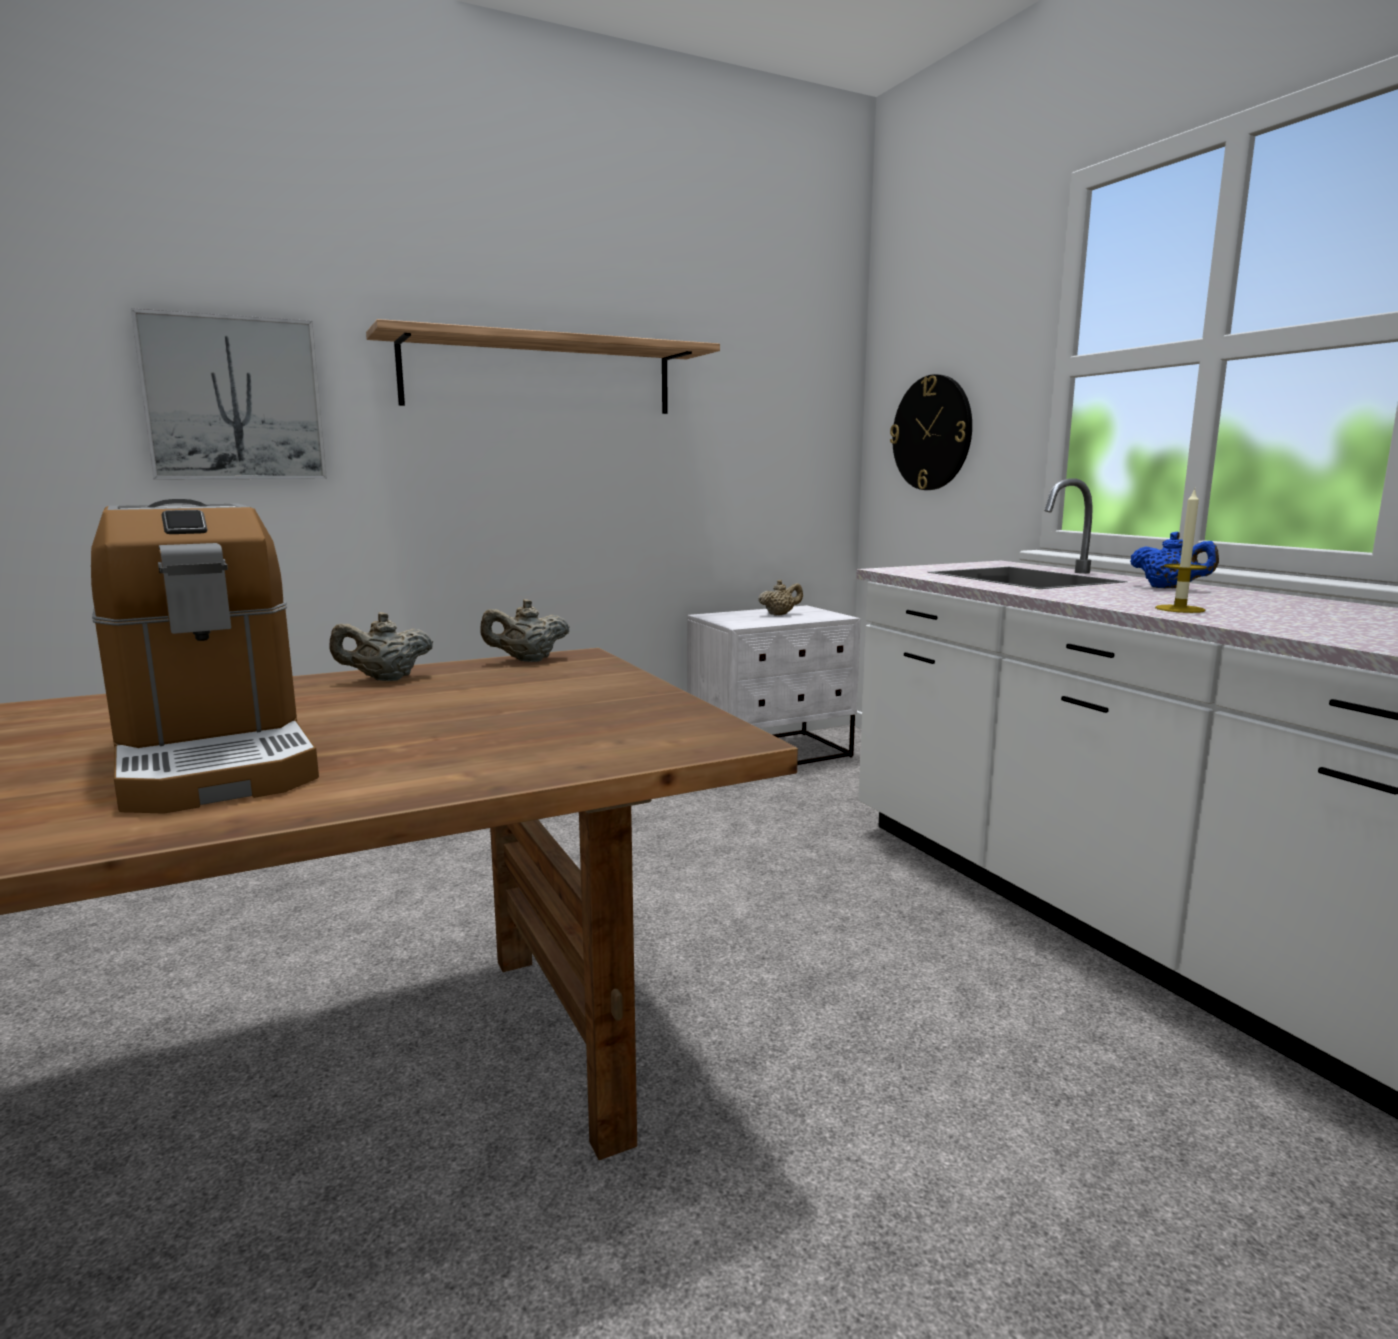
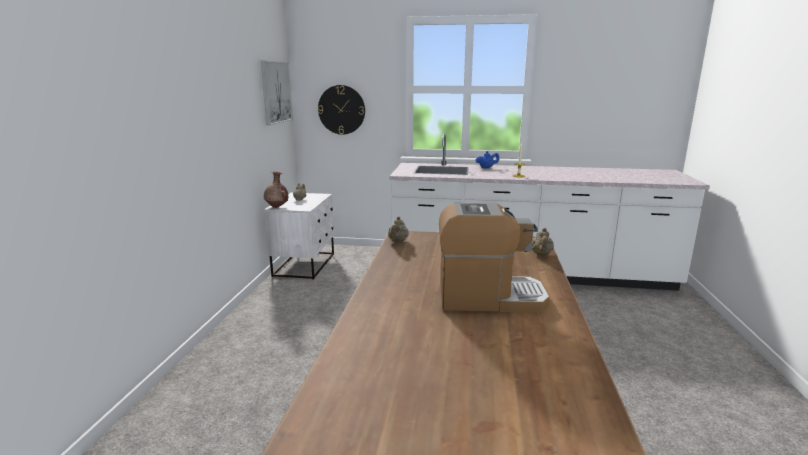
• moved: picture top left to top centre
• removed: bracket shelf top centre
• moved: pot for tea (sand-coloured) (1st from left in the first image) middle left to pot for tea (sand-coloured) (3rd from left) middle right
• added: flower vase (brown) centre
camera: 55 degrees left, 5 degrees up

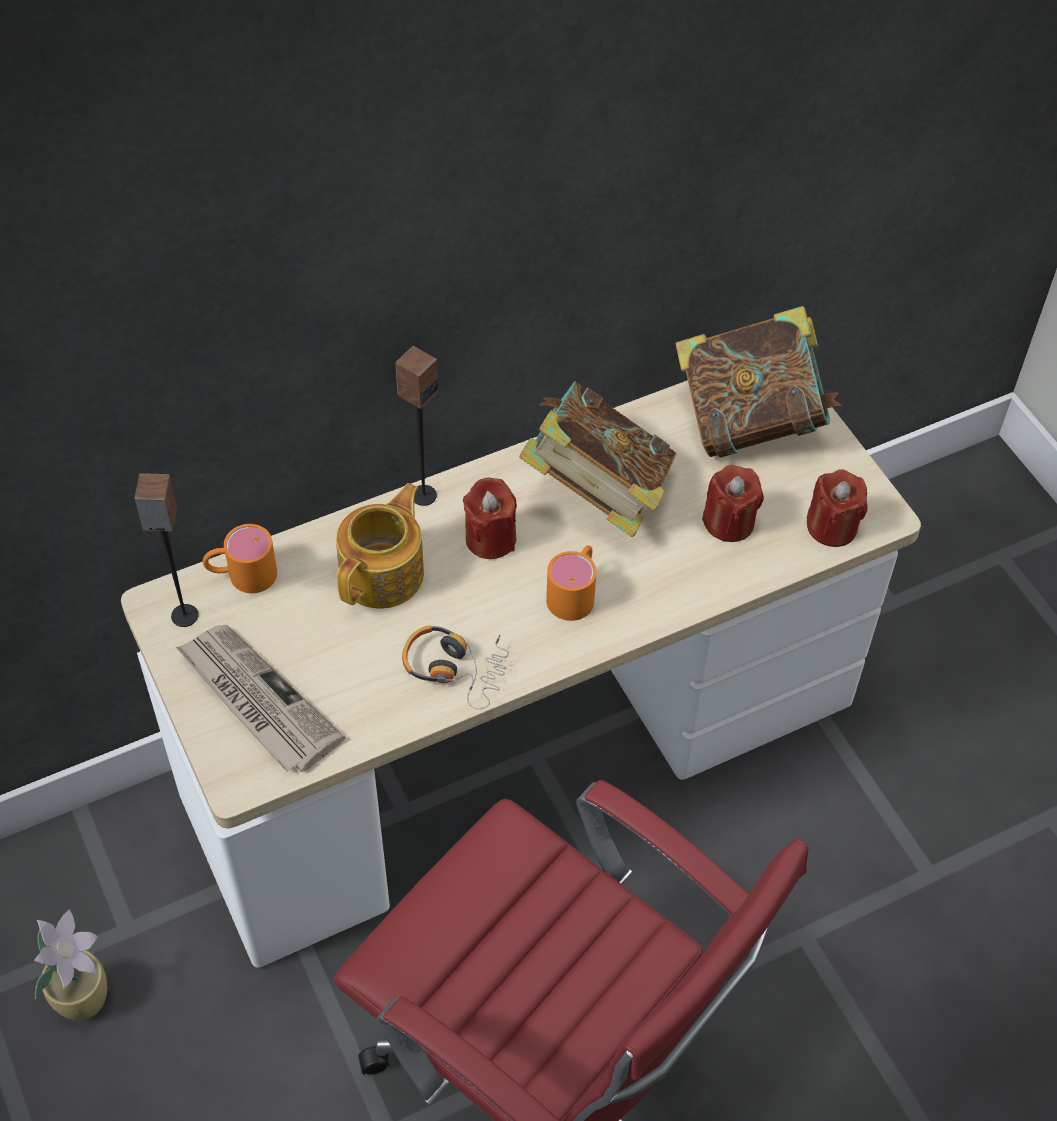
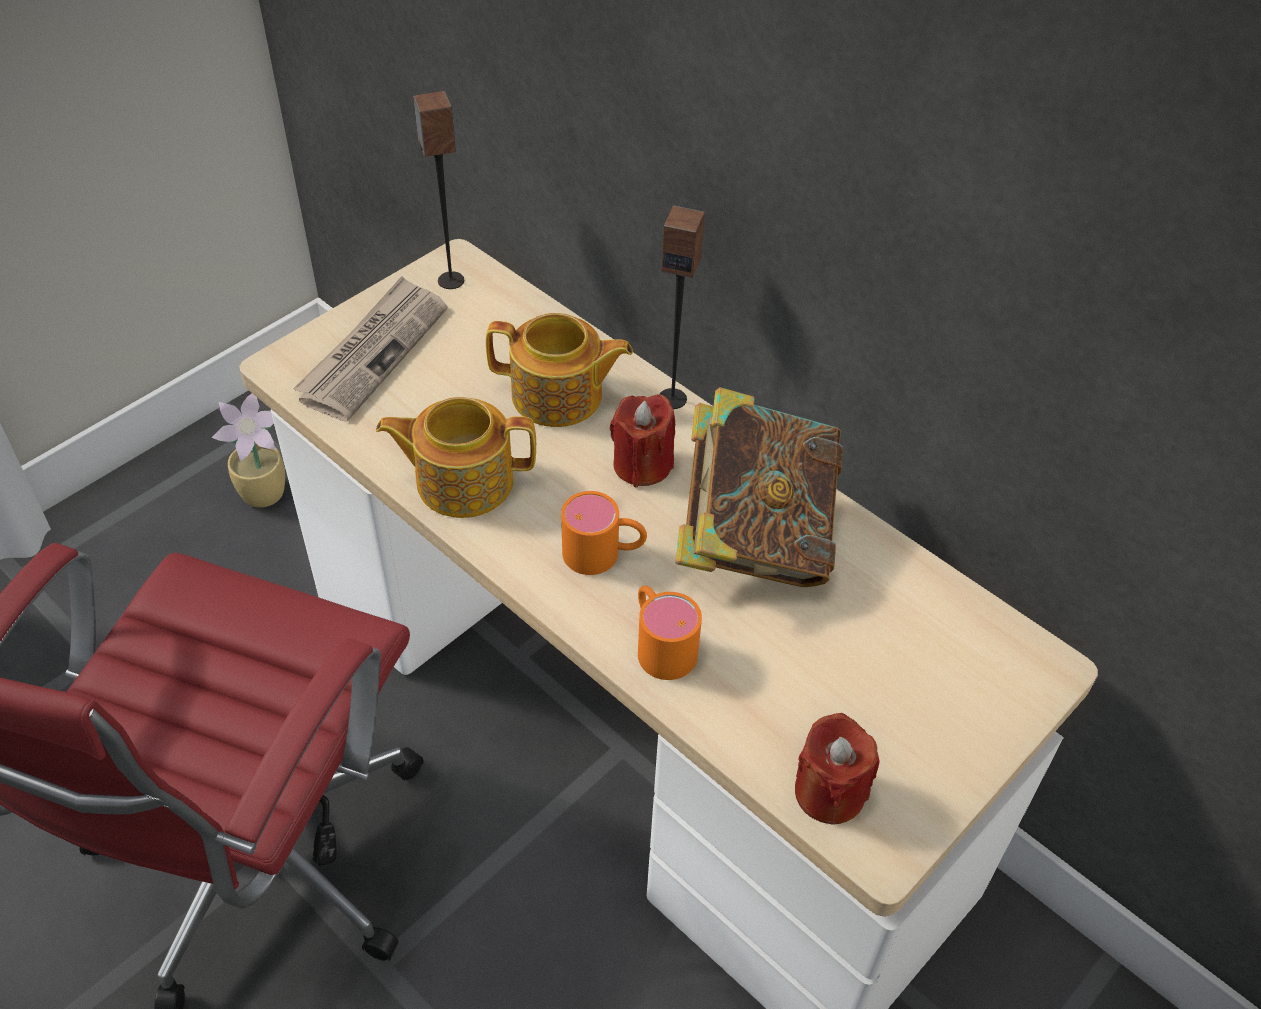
• removed: volume (2nd from left) middle right
• removed: candle (red) (2nd from left) middle right
• moved: mug (orange) (1st from left in the first image) middle left to mug (orange) (2nd from left) centre
• replaced: headphones centre to pot for tea (1st from left) centre
camera: 70 degrees right, 5 degrees down

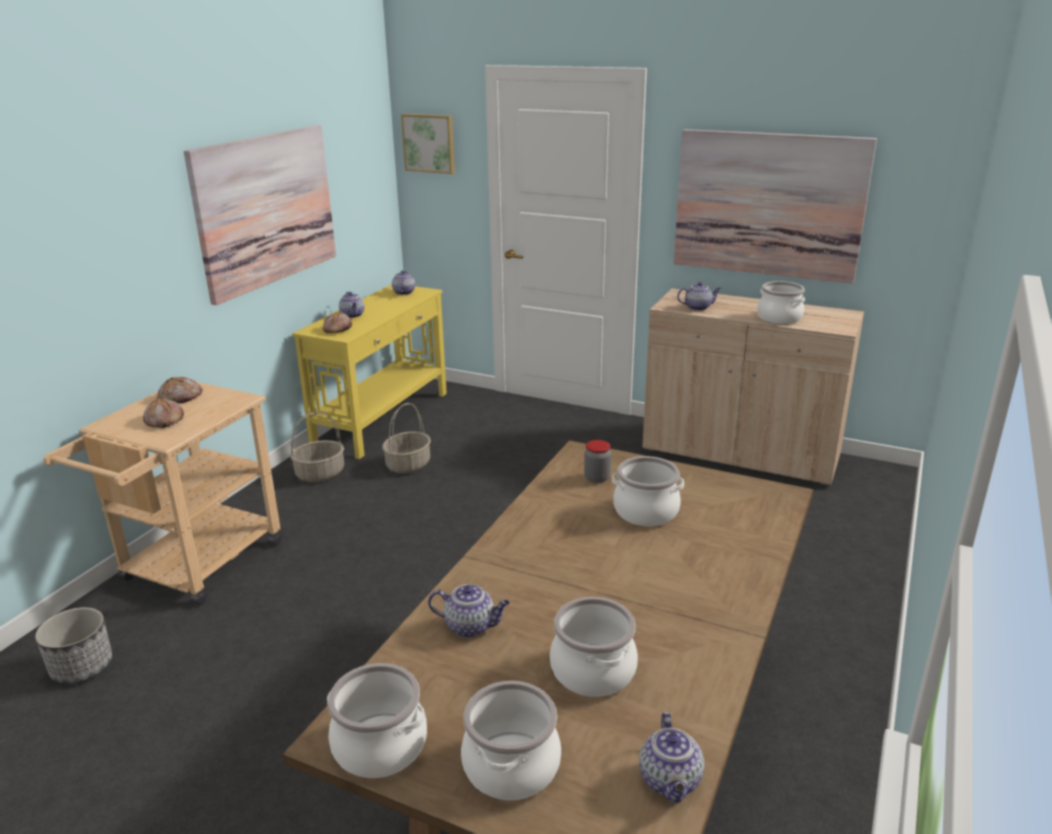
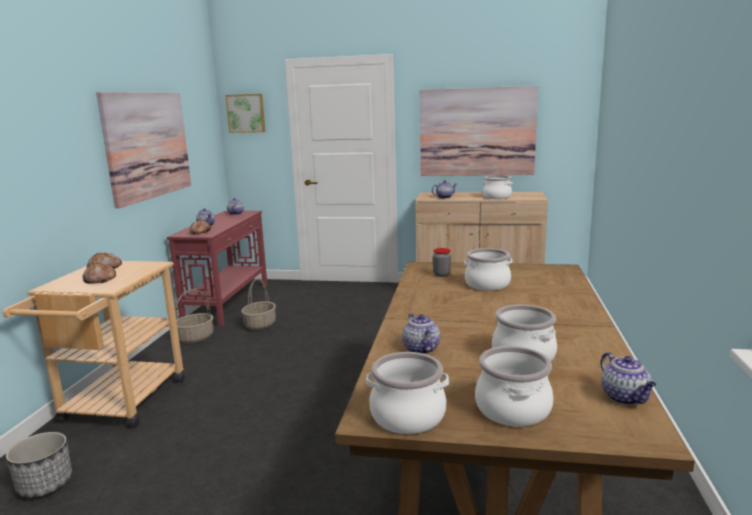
• recoloured: console table (yellow) centre to console table (red) middle left
• turned: pot for tea (3rd from left) bottom centre = centre 105 degrees counterclockwise
camera: 15 degrees left, 10 degrees down

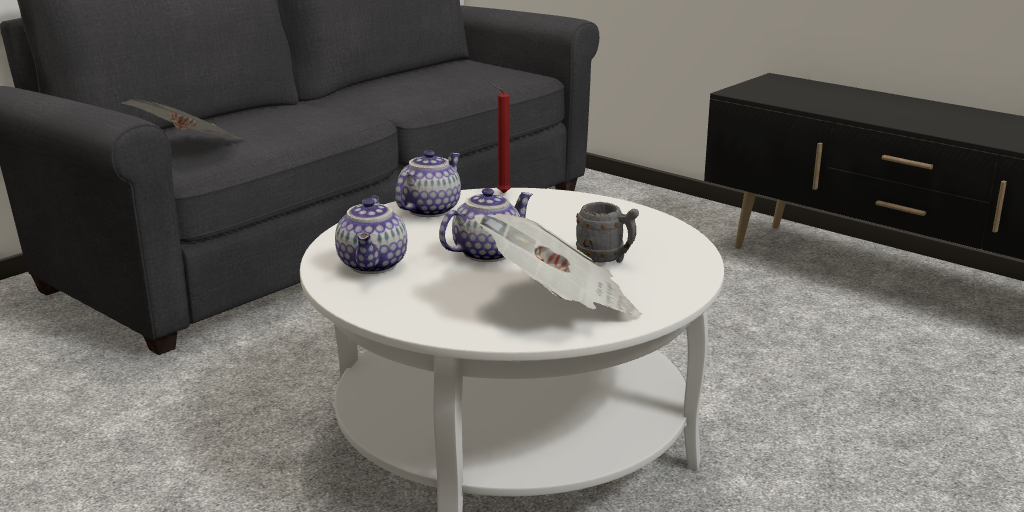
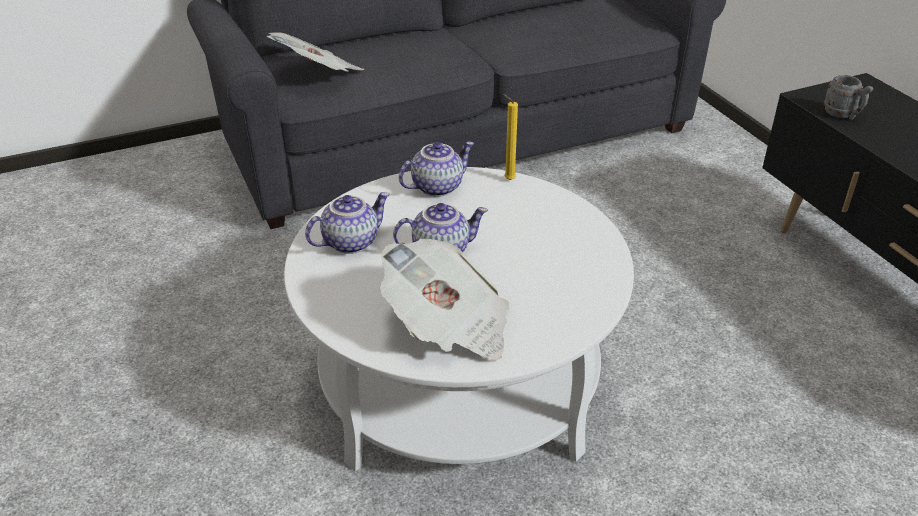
• recoloured: candle (red) top centre to candle (yellow) top centre
• turned: pot for tea (1st from left) centre = centre 150 degrees counterclockwise
• moved: mug (greyish) centre to top right
camera: 25 degrees right, 15 degrees up

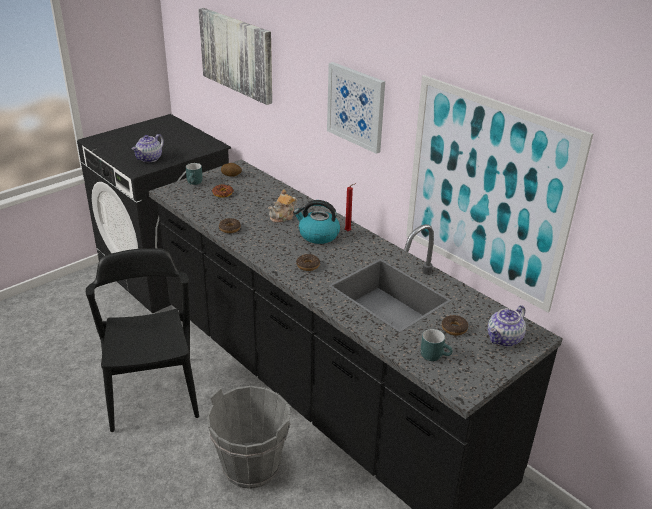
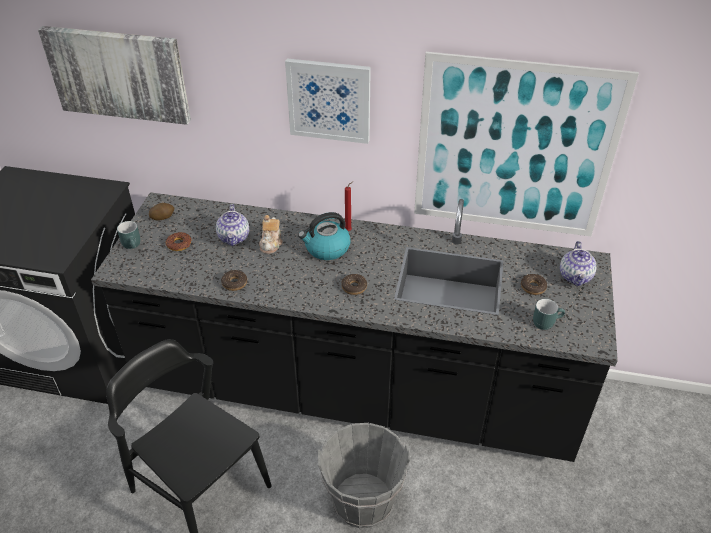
• moved: pot for tea (1st from left) top left to middle left
camera: 35 degrees left, 10 degrees up

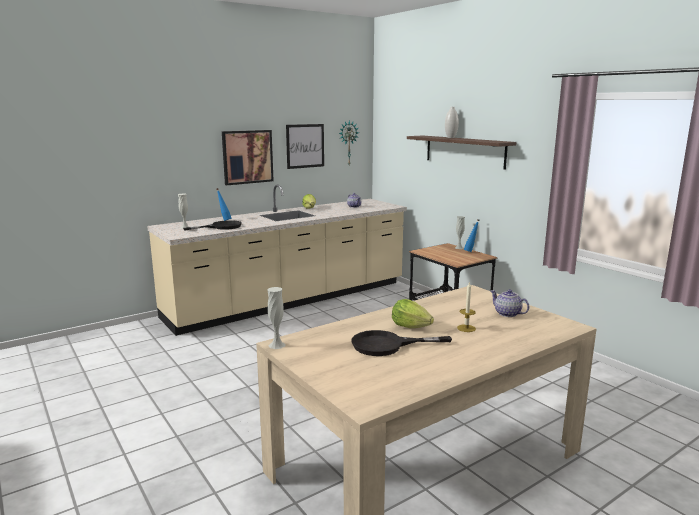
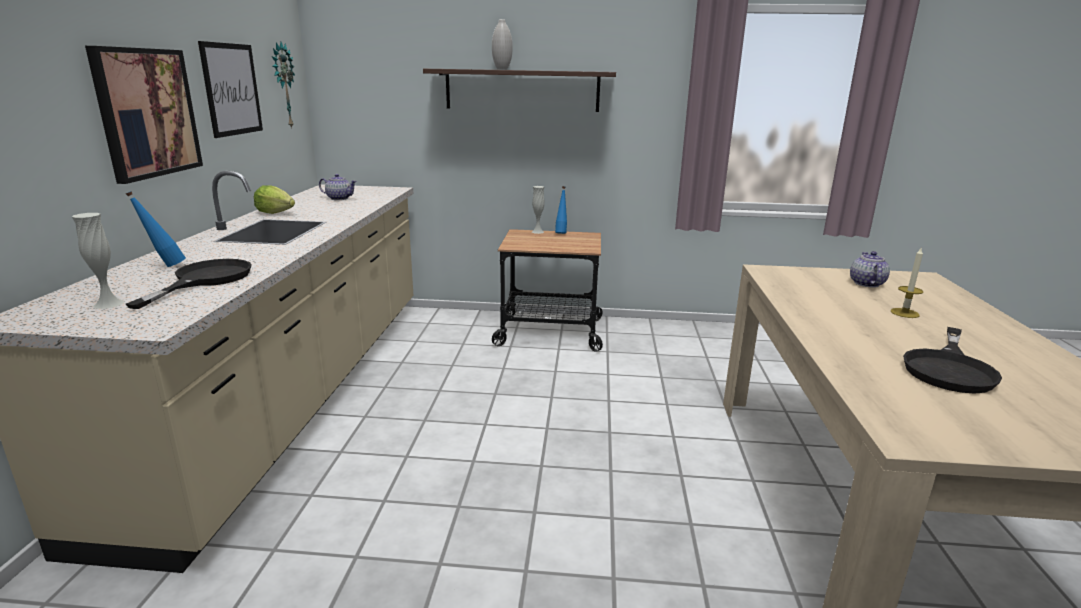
• removed: flower vase (whitish) (2nd from left) centre
• turned: pot for tea (2nd from left) middle right = middle right 105 degrees clockwise
• removed: lettuce (2nd from left) centre
camera: 50 degrees left, 5 degrees up

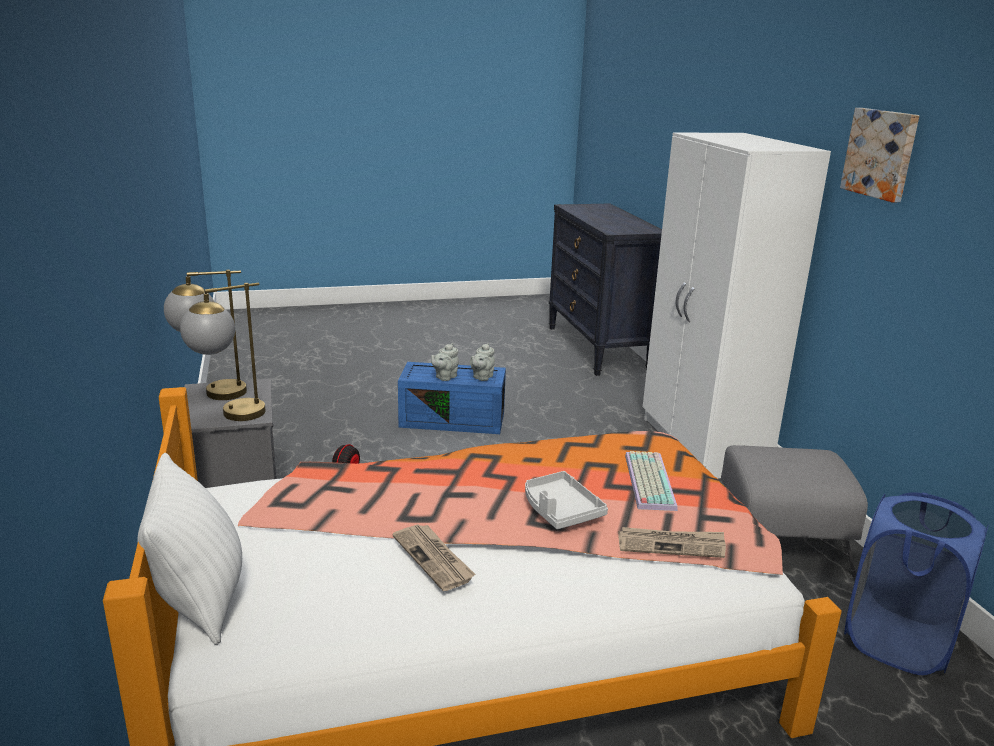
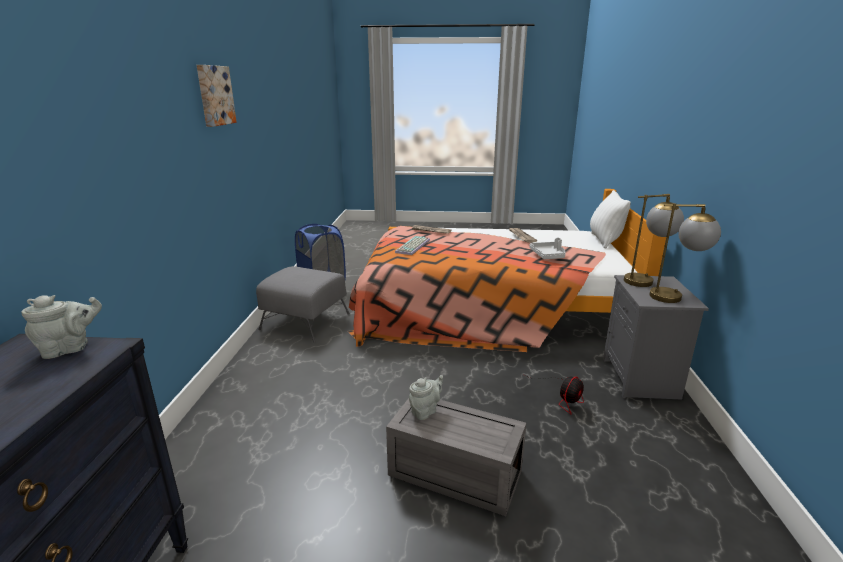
• removed: clothes cupboard (whitish) middle right
• moved: pot for tea (greyish) (1st from left) centre to middle left
• recoloured: storage bin (blue) centre to storage bin (greyish) bottom centre
• moved: serving tray (greyish) bottom centre to centre
camera: 160 degrees left, 0 degrees up

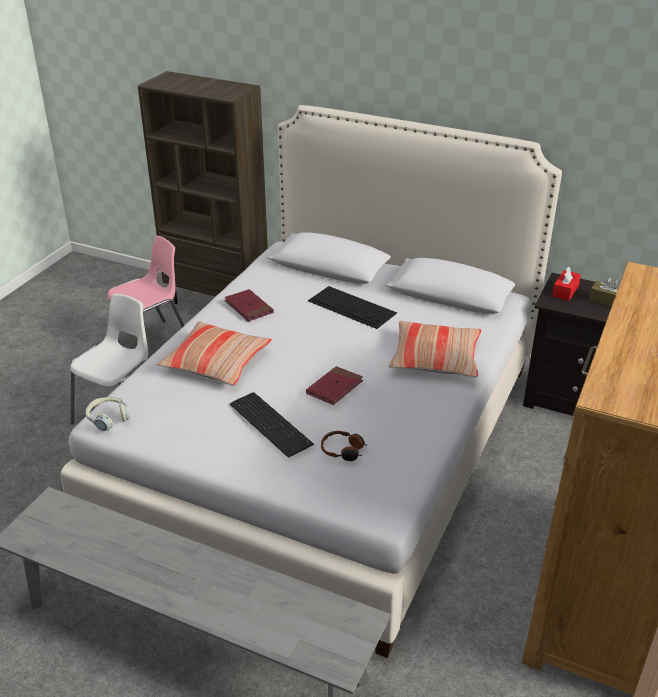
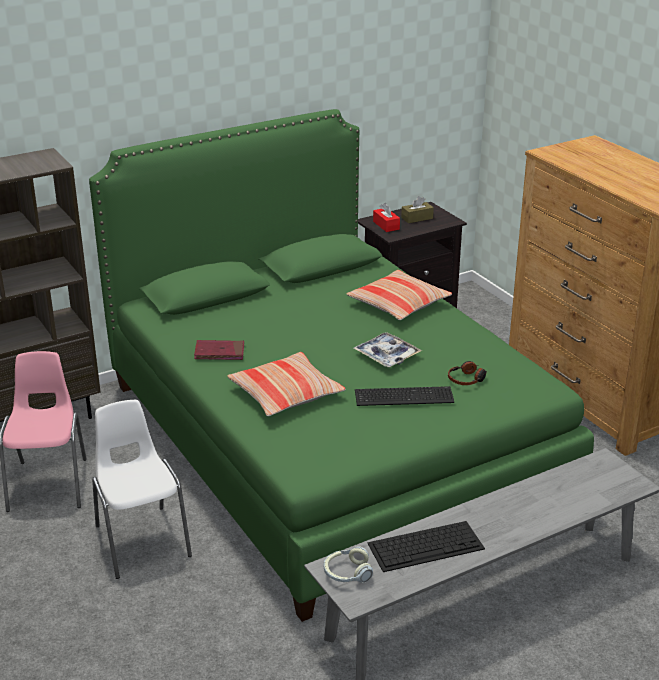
• recoloured: bed (whitish) centre to bed (green-coloured) centre
• moved: PC keyboard (2nd from left) centre to bottom centre
• replaced: volume (red) (2nd from left) centre to serving tray centre
• moved: headphones (1st from left) middle left to bottom centre
camera: 55 degrees left, 5 degrees down

